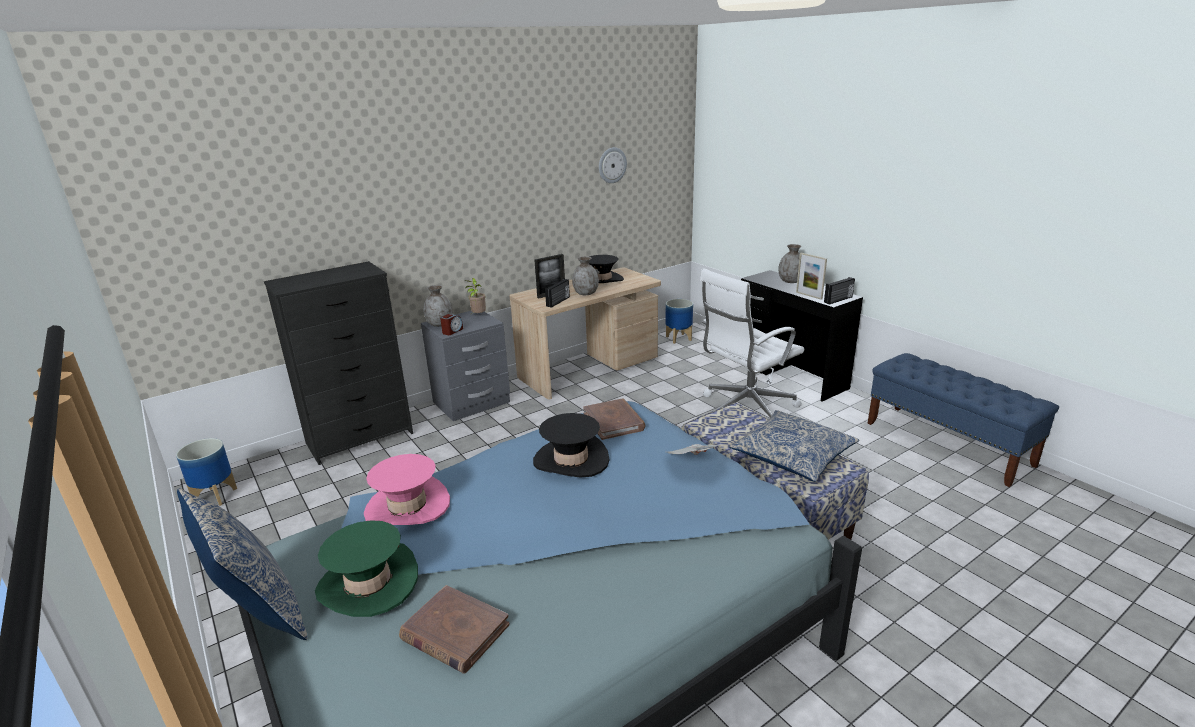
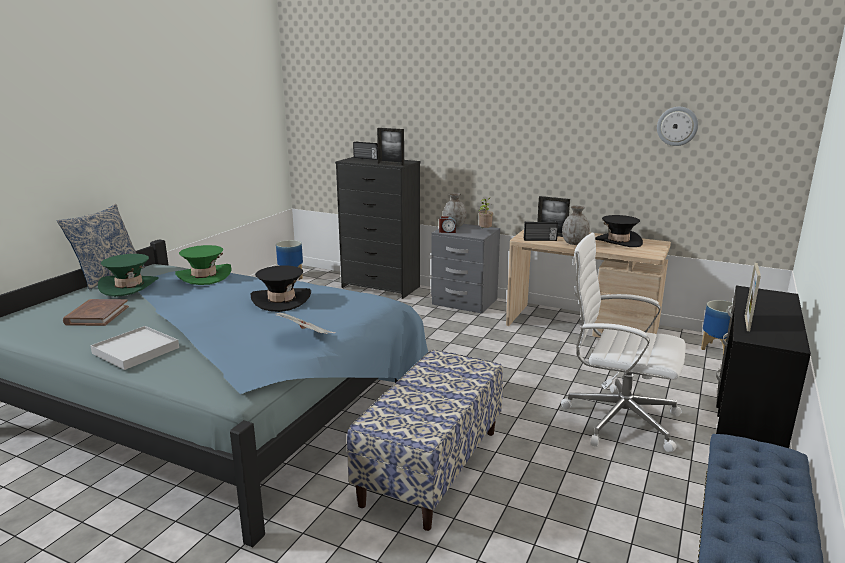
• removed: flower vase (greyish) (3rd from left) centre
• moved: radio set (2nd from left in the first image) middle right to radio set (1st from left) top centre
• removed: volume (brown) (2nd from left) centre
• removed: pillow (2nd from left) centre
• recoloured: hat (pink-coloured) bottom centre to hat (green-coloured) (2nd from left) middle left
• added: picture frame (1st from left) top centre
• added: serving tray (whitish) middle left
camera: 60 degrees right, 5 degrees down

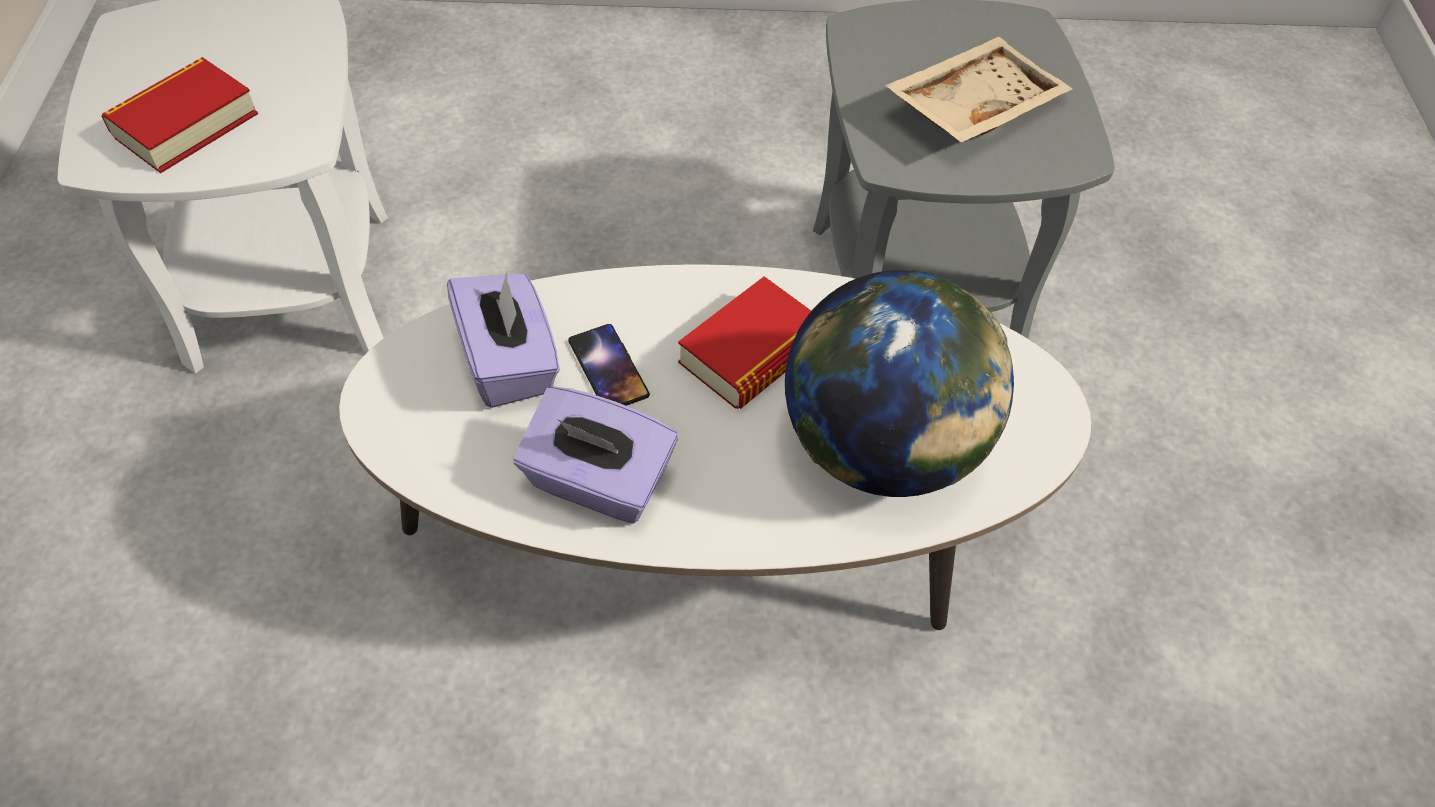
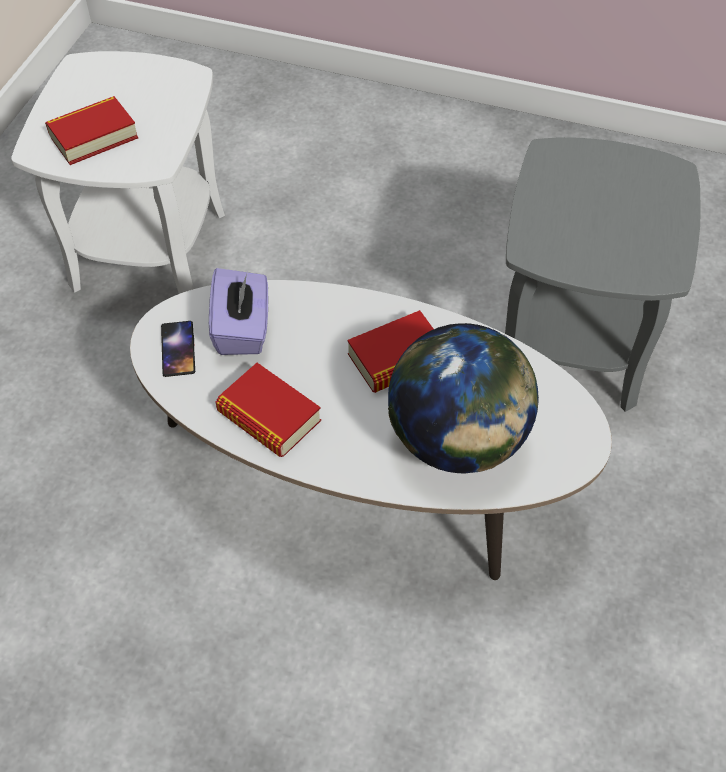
• removed: serving tray (sand-coloured) top right
• moved: telephone centre to middle left
• replaced: box of tissues (purple) (2nd from left) centre to volume (2nd from left) centre
camera: 20 degrees right, 0 degrees up

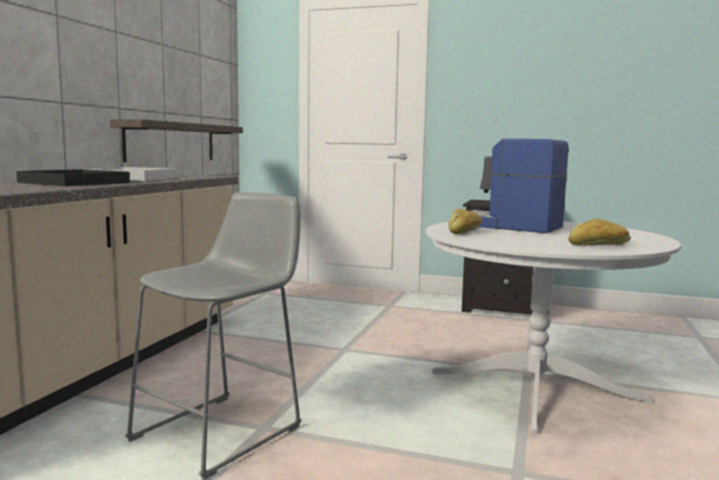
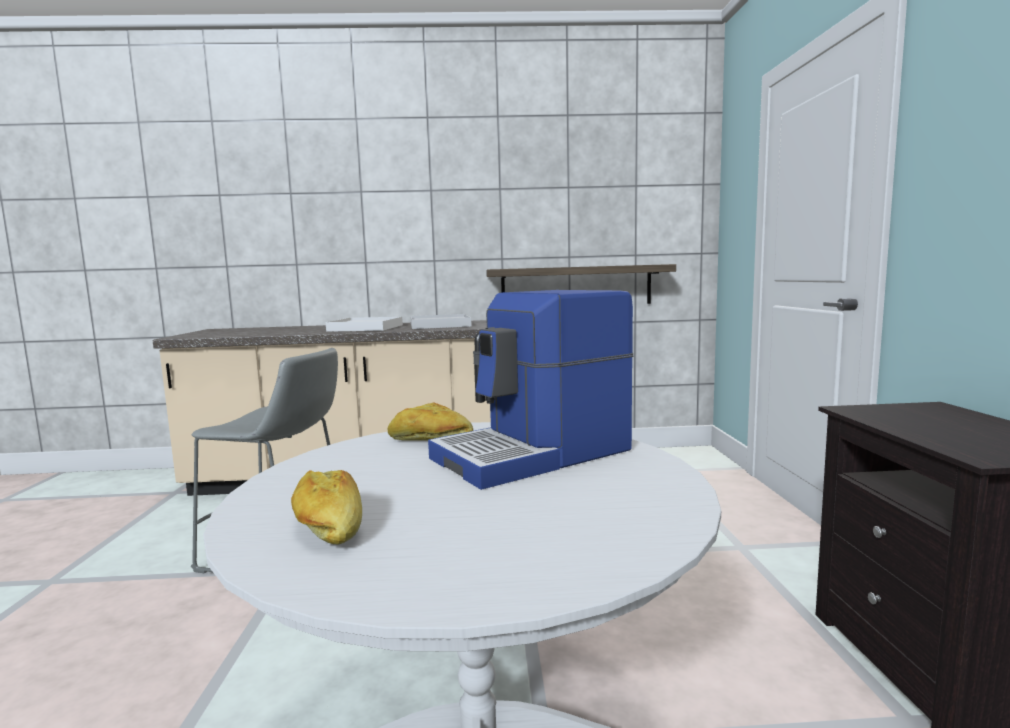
• turned: coffee brewer middle right = centre 135 degrees counterclockwise
• recoloured: serving tray (blackish) middle left to serving tray (whitish) (1st from left) centre
camera: 70 degrees right, 0 degrees up

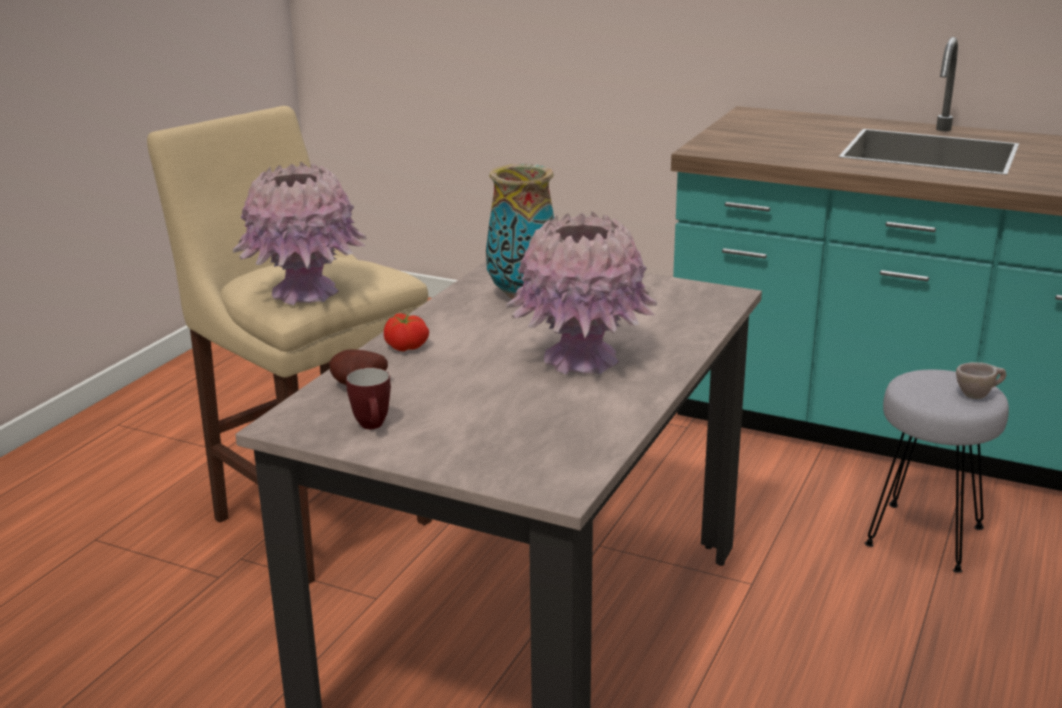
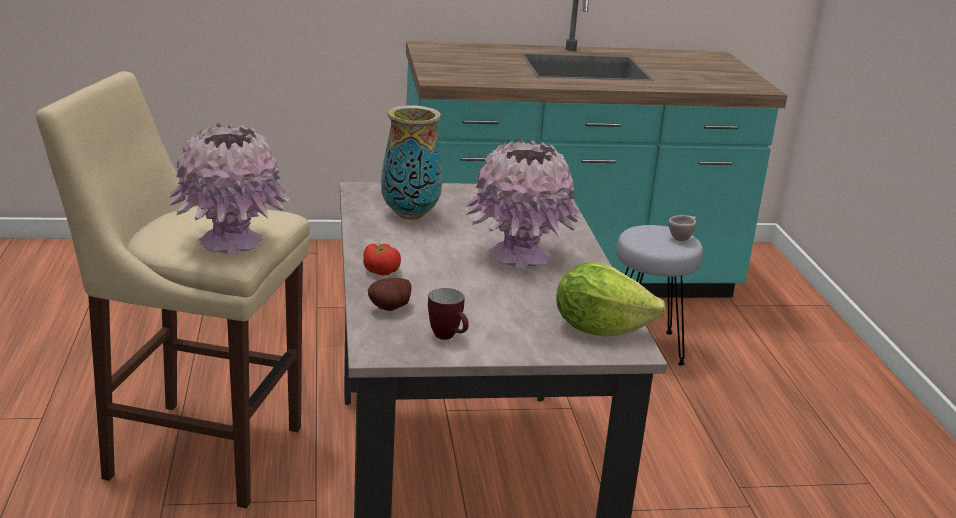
• added: lettuce centre
camera: 35 degrees left, 0 degrees up

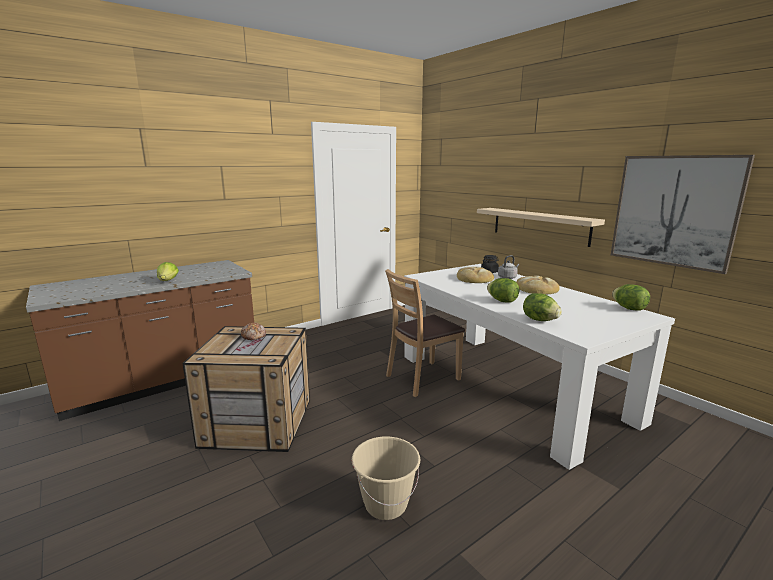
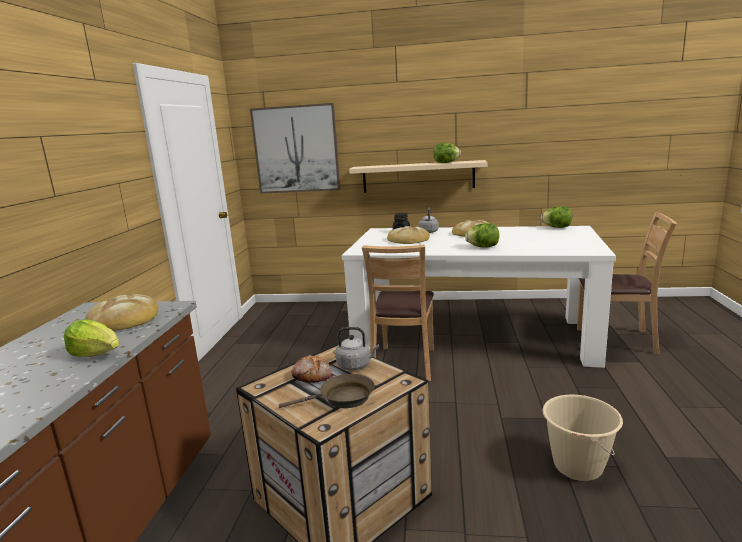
• moved: picture middle right to top centre
• moved: lettuce (3rd from left in the first image) middle right to lettuce (2nd from left) top centre
• added: chair (brown) (2nd from left) middle right
• added: baked bread (1st from left) middle left
• added: kettle (greyish) (1st from left) centre
• added: frying pan (brown) bottom centre
camera: 45 degrees left, 0 degrees up

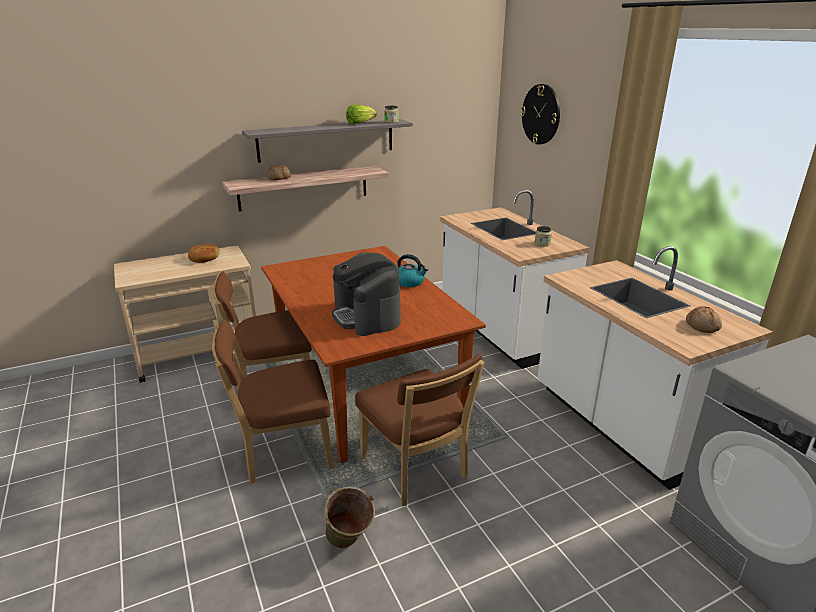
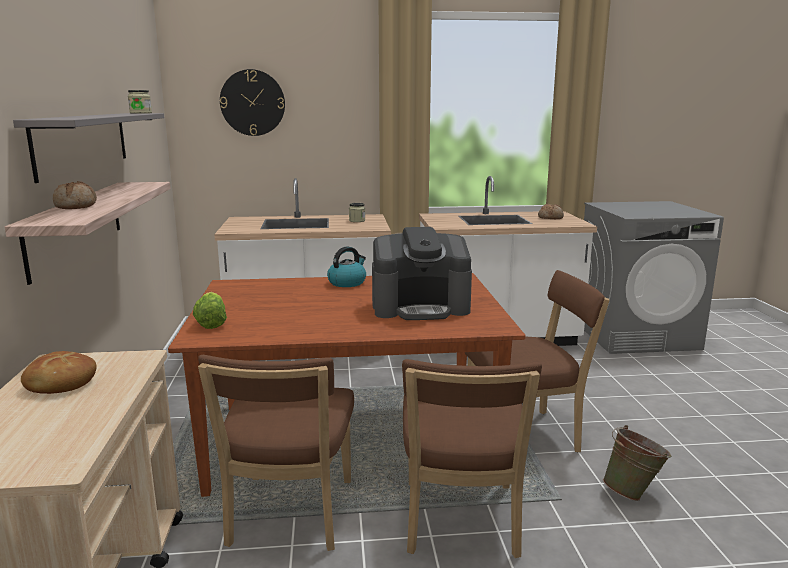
• moved: lettuce top centre to middle left
camera: 70 degrees left, 10 degrees down

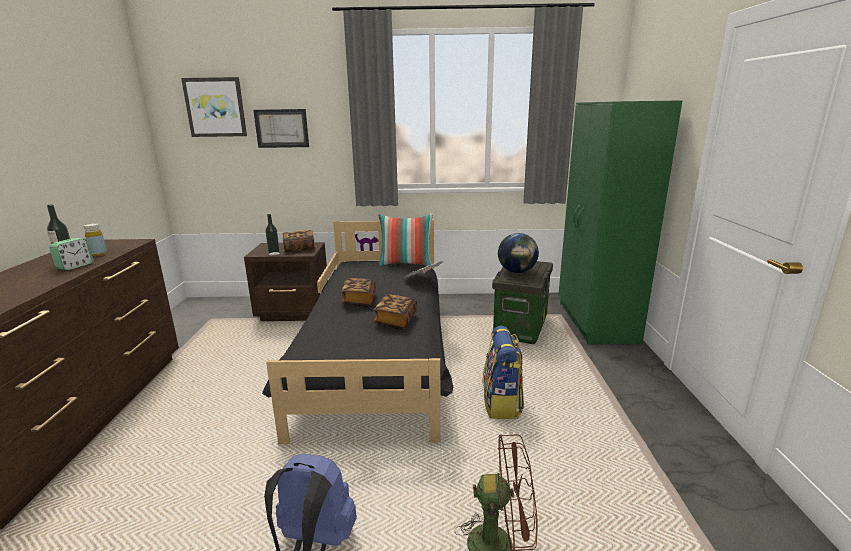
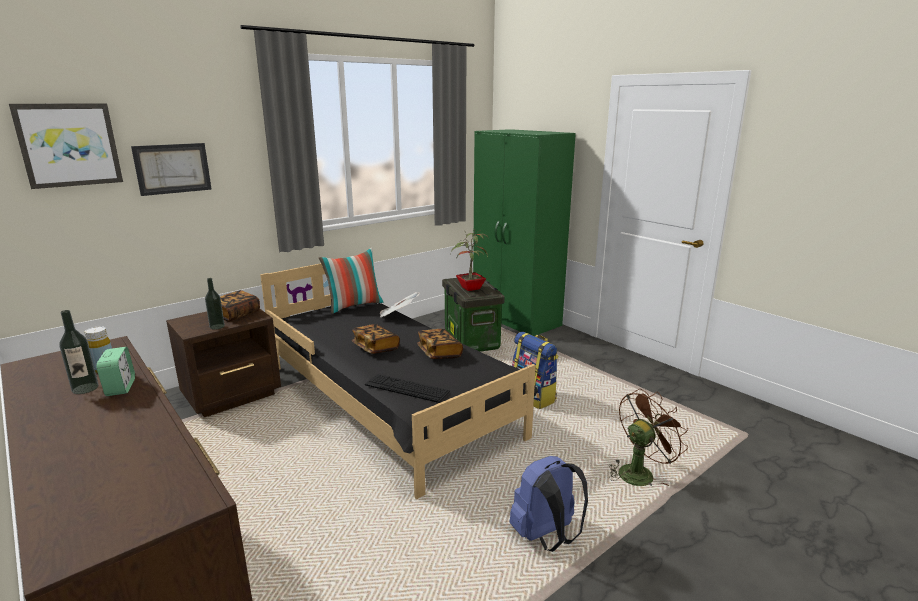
• replaced: world globe centre to houseplant centre
• added: PC keyboard centre
camera: 40 degrees left, 0 degrees up

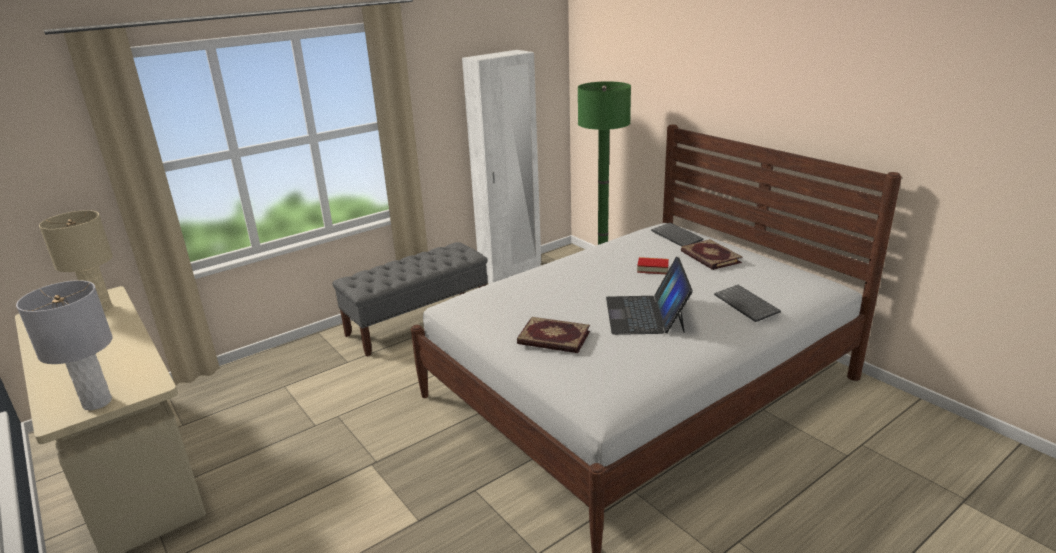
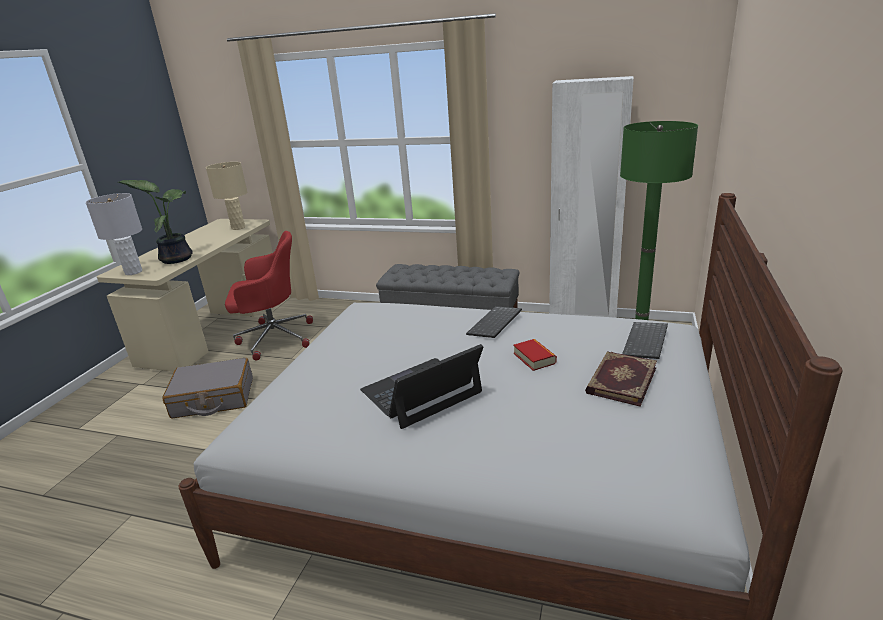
• moved: PC keyboard (2nd from left in the first image) middle right to PC keyboard (1st from left) centre
• removed: volume (1st from left) centre
• added: houseplant middle left
• added: computer chair (red) middle left
• added: piece of luggage (greyish) middle left
camera: 55 degrees right, 0 degrees up

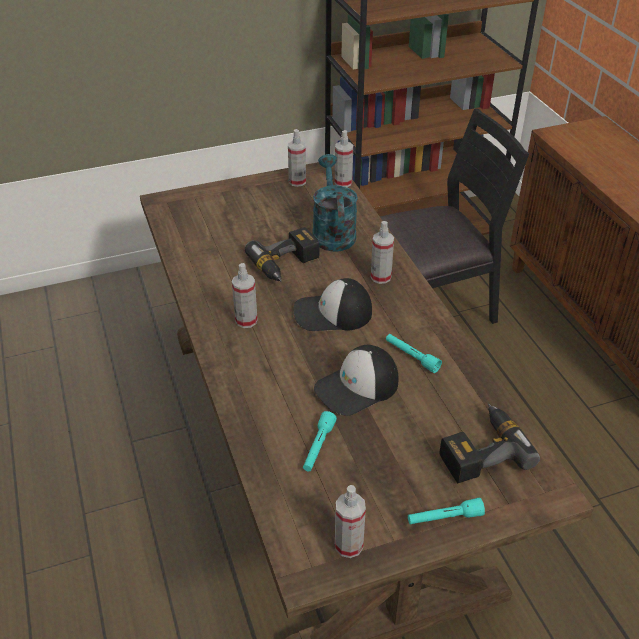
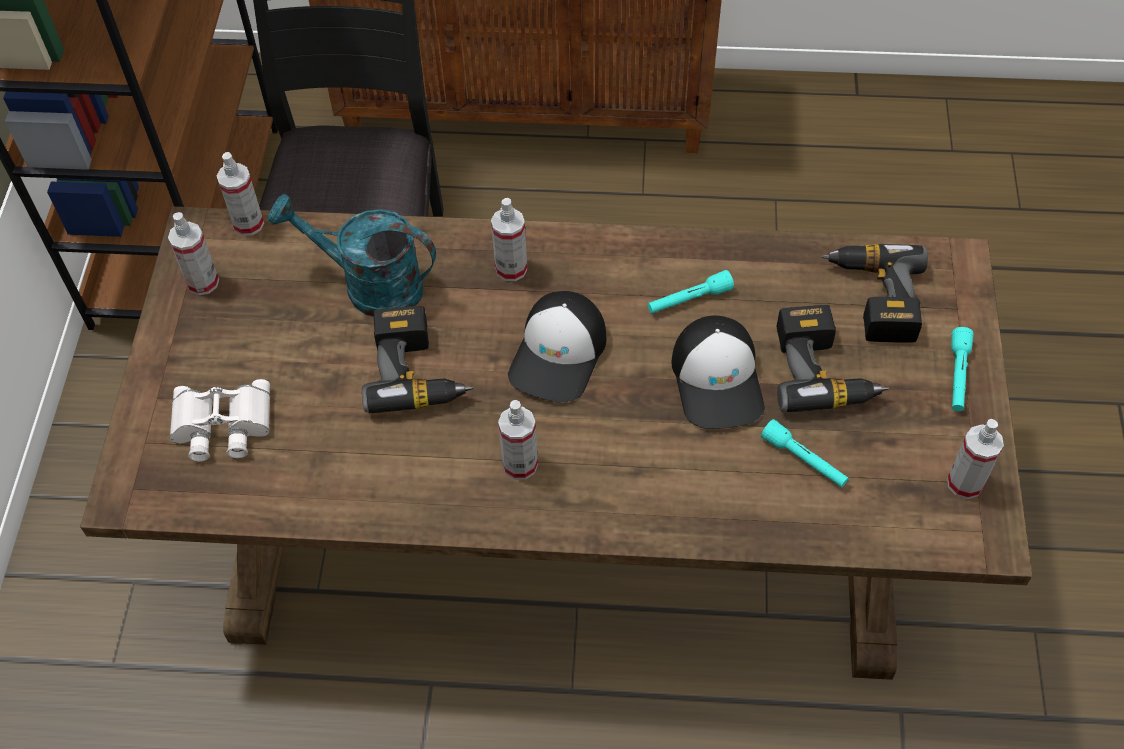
• added: electric drill (2nd from left) middle right
• added: pair of binoculars (whitish) middle left
camera: 65 degrees left, 15 degrees up

